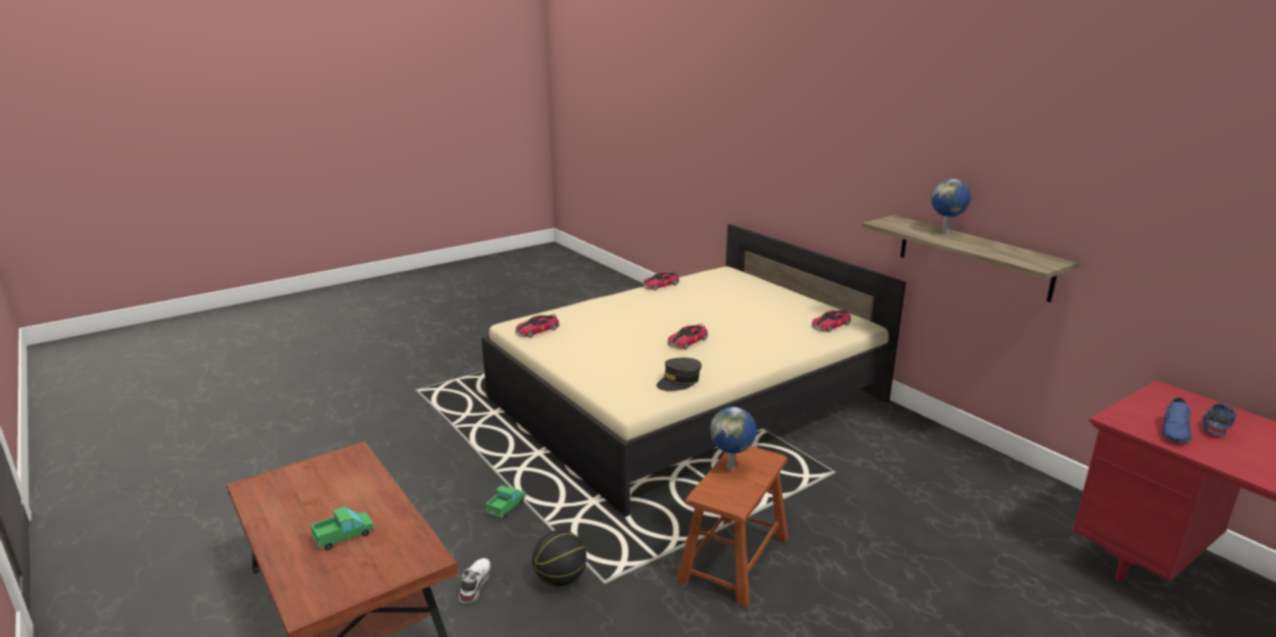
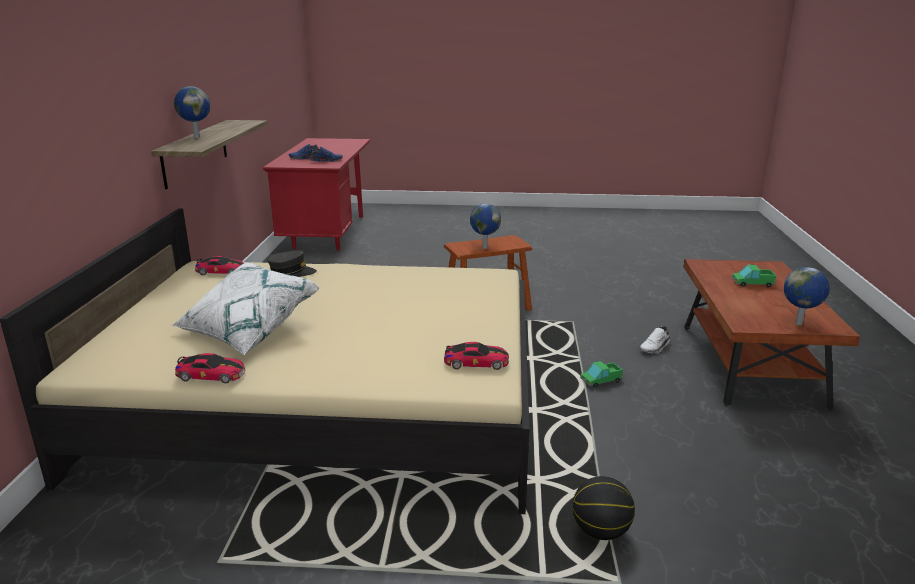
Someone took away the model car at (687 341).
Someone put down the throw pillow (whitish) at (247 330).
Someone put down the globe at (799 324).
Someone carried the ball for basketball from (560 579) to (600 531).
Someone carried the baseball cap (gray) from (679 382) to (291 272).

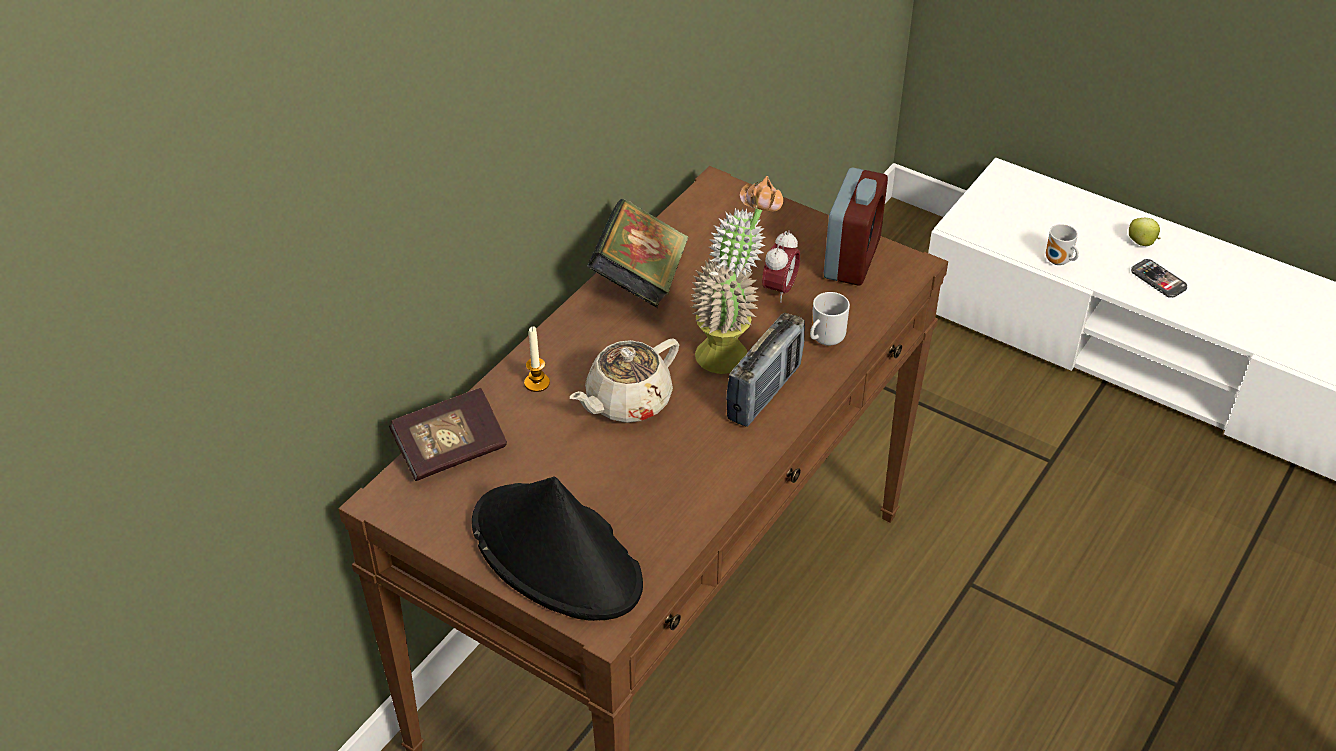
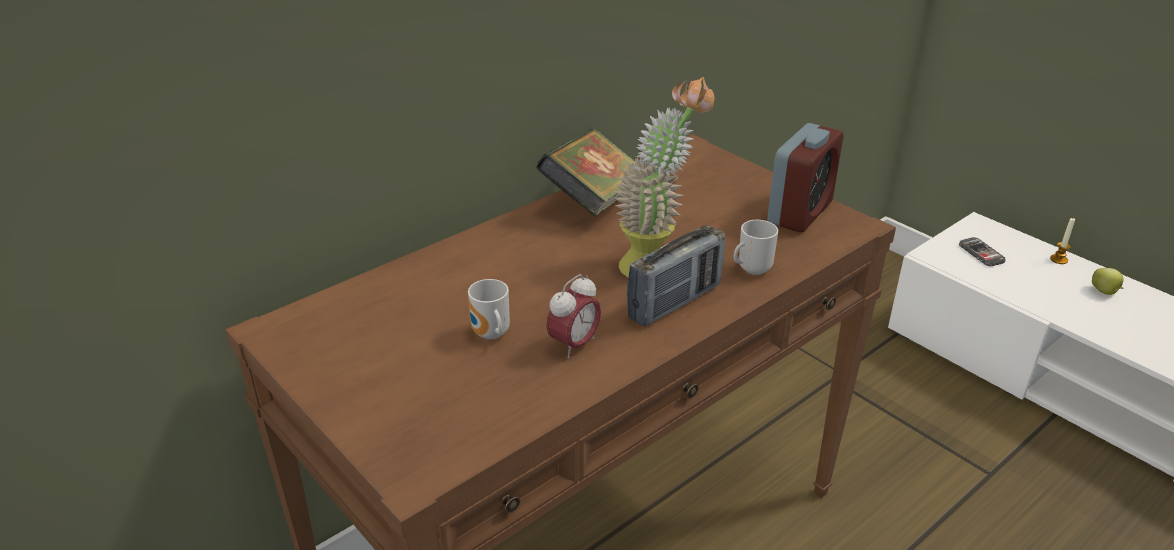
Someone took away the bound book at (450 450).
Someone took away the wearable hat (blackish) at (557 555).
Someone took away the teapot (beige-coloured) at (627 402).
Someone carried the wax light from (537 383) to (1058 259).
Someone carried the alarm clock from (779 290) to (574 345).
Someone carried the mug from (1058 262) to (490 335).
Someone carried the handset from (1158 280) to (981 253).

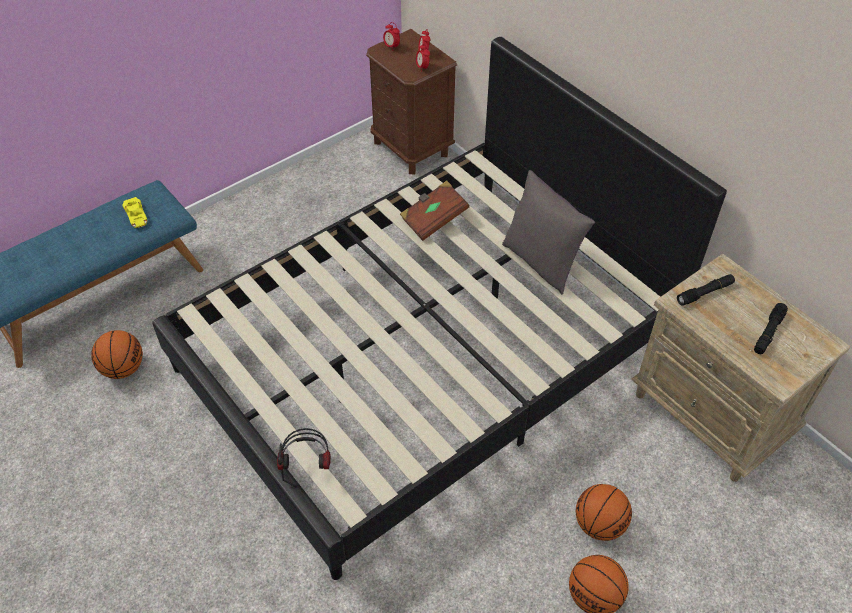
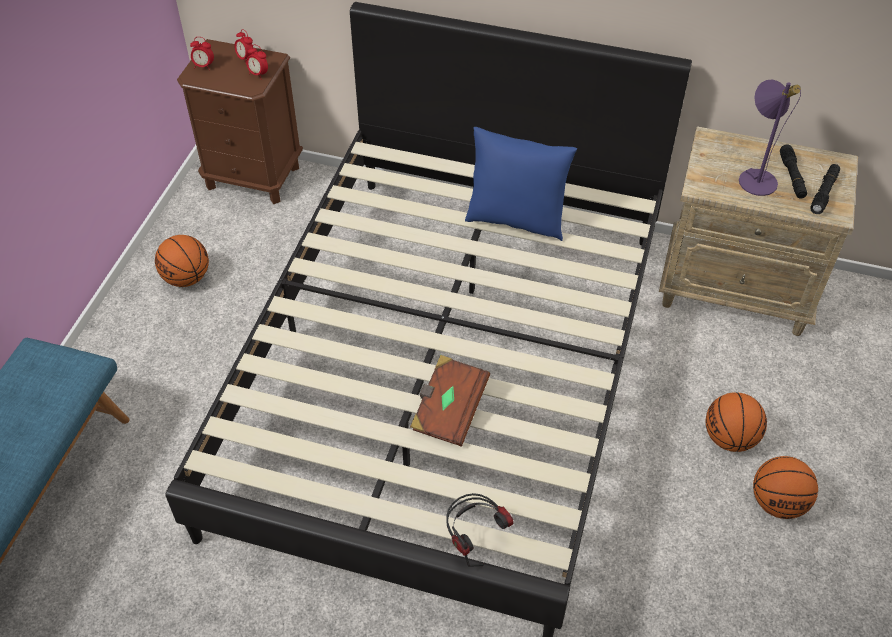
Someone took away the model car (yellow) at (136 216).
Someone put down the lamp for a table (purple) at (756 177).
Someone carried the ball for basketball from (123 368) to (186 278).
Someone carried the bound book (brown-coloured) from (433 219) to (448 410).
Someone carried the hand torch (blackish) from (705 293) to (824 193).
Someone repainted the throw pillow (gray) at (541 262), which became the throw pillow (blue) at (516 220).

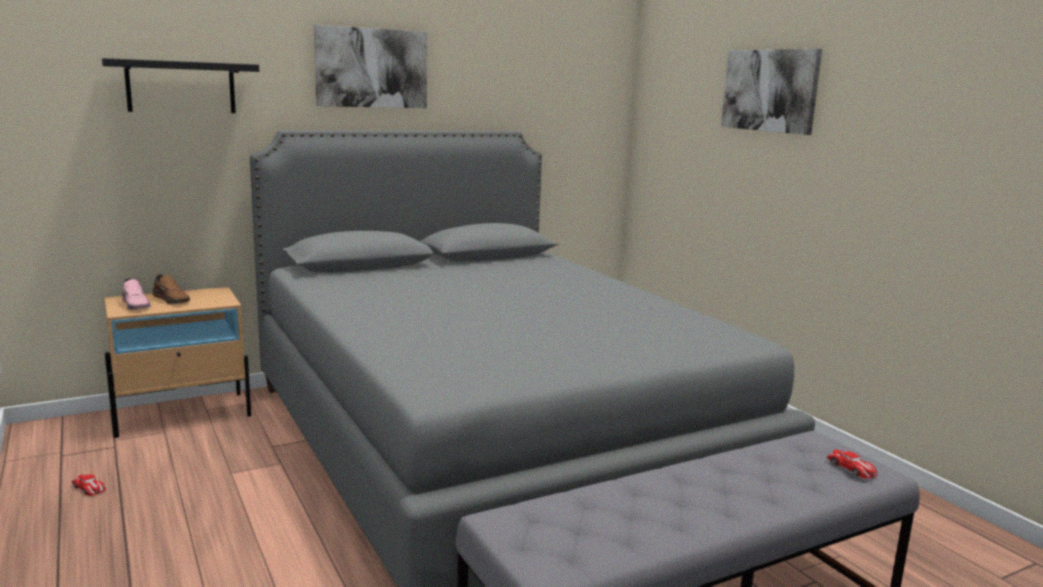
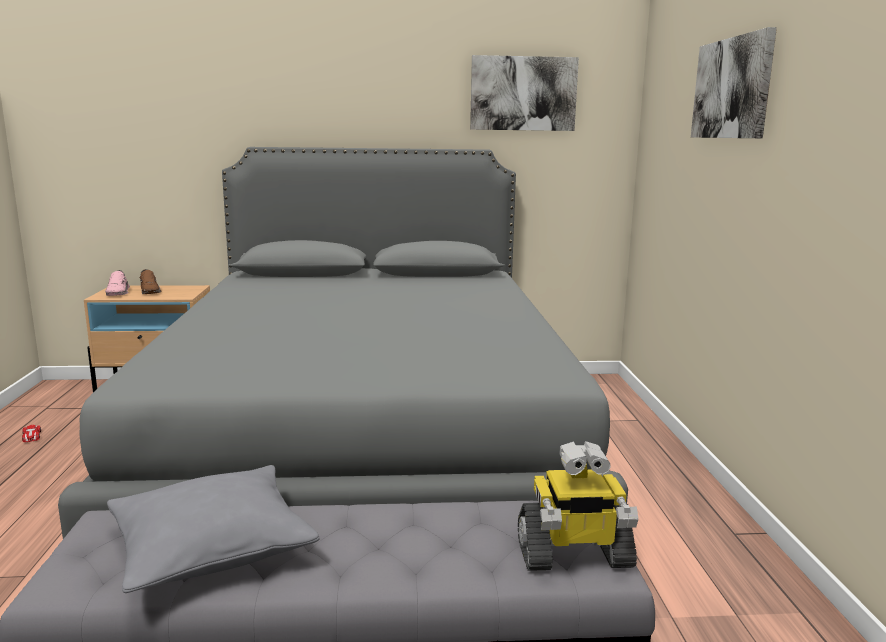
Someone took away the shelf (blackish) at (181 87).
Someone put down the throw pillow (gray) at (212 548).
Someone carried the wall art from (371 68) to (523 93).
Someone swapped the model car at (851 468) for the robot figure at (573 555).

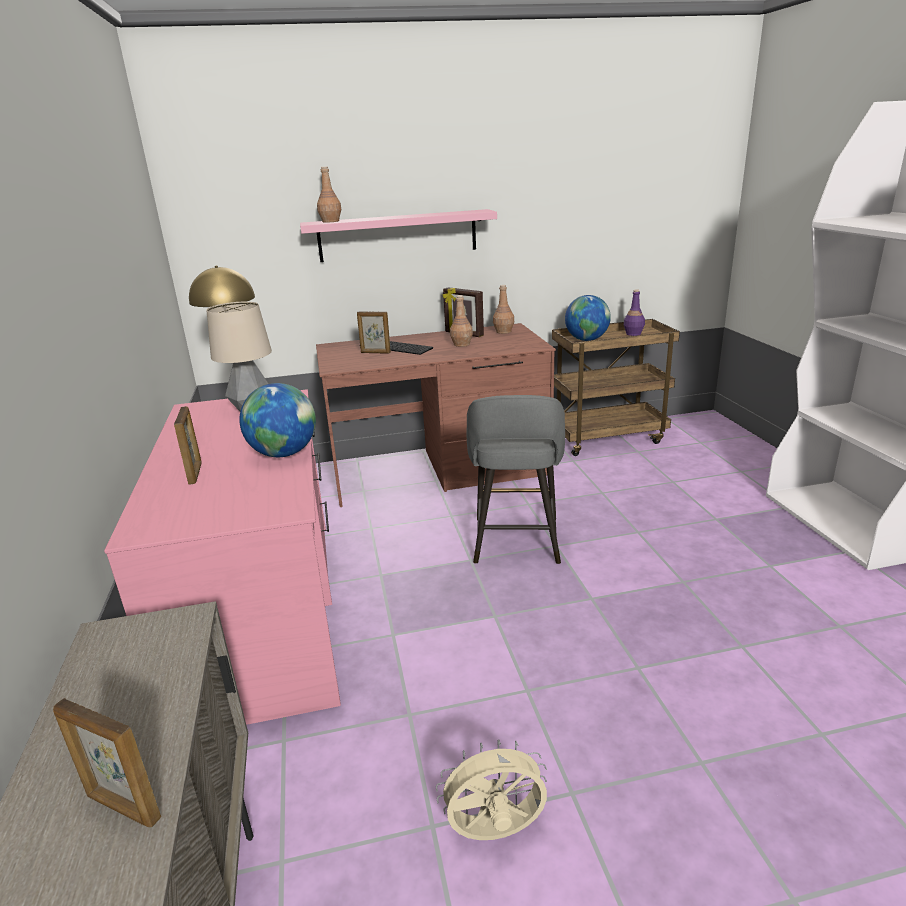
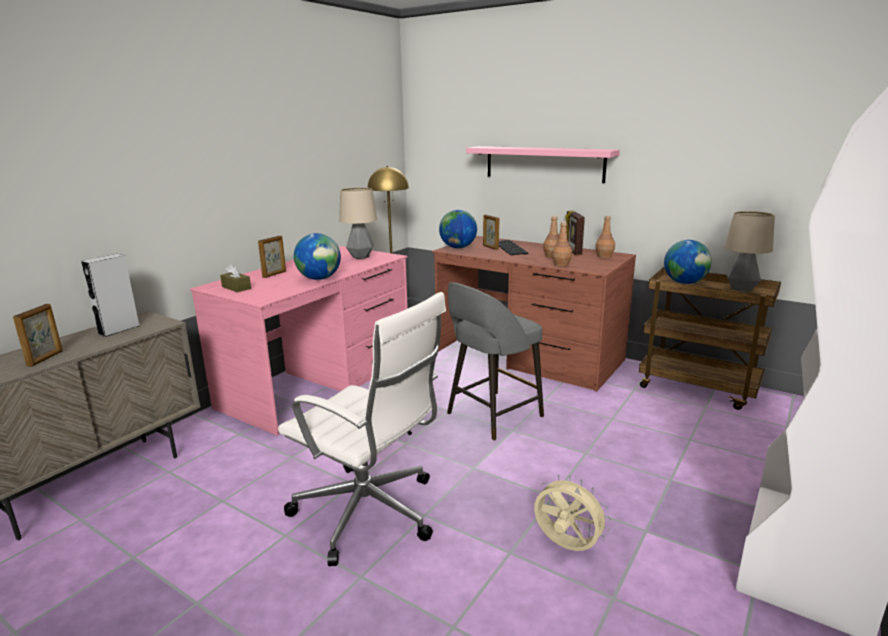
Someone put down the audio speaker (gray) at (119 330).
Someone put down the box of tissues (brown-coloured) at (236 288).
Someone put down the office chair (whitish) at (369 513).
Someone put down the globe at (458 248).
Someone carried the bottle (brown-coloured) from (330 221) to (561 264).
Someone carried the electric fan (beige-coloured) from (495 833) to (565 546).
Someone swapped the bottle (purple) at (633 334) for the lamp for a table at (741 290).
Someone rotated the picture frame at (123 807) by 150 degrees counterclockwise.

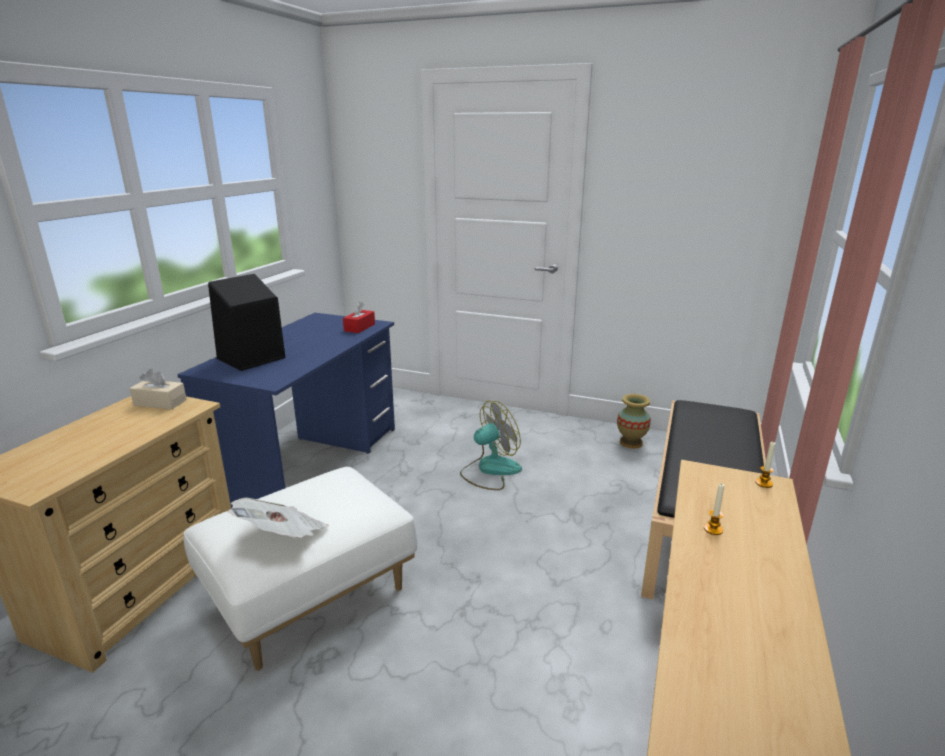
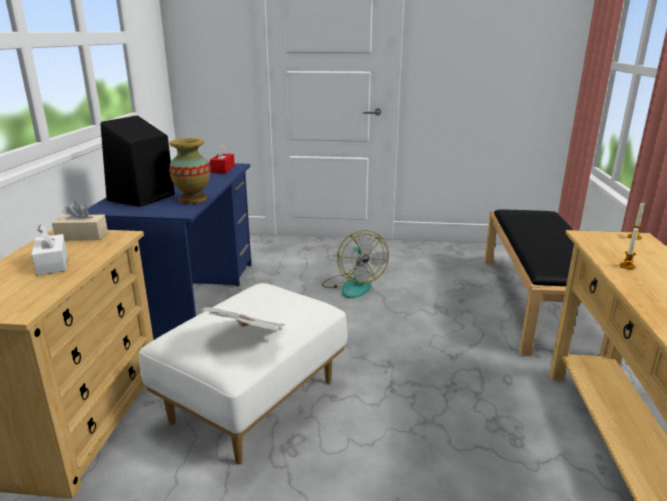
Someone put down the box of tissues (whitish) at (52 263).
Someone carried the flower vase from (631 443) to (193 199).
Someone rotated the electric fan at (490 470) by 120 degrees clockwise.

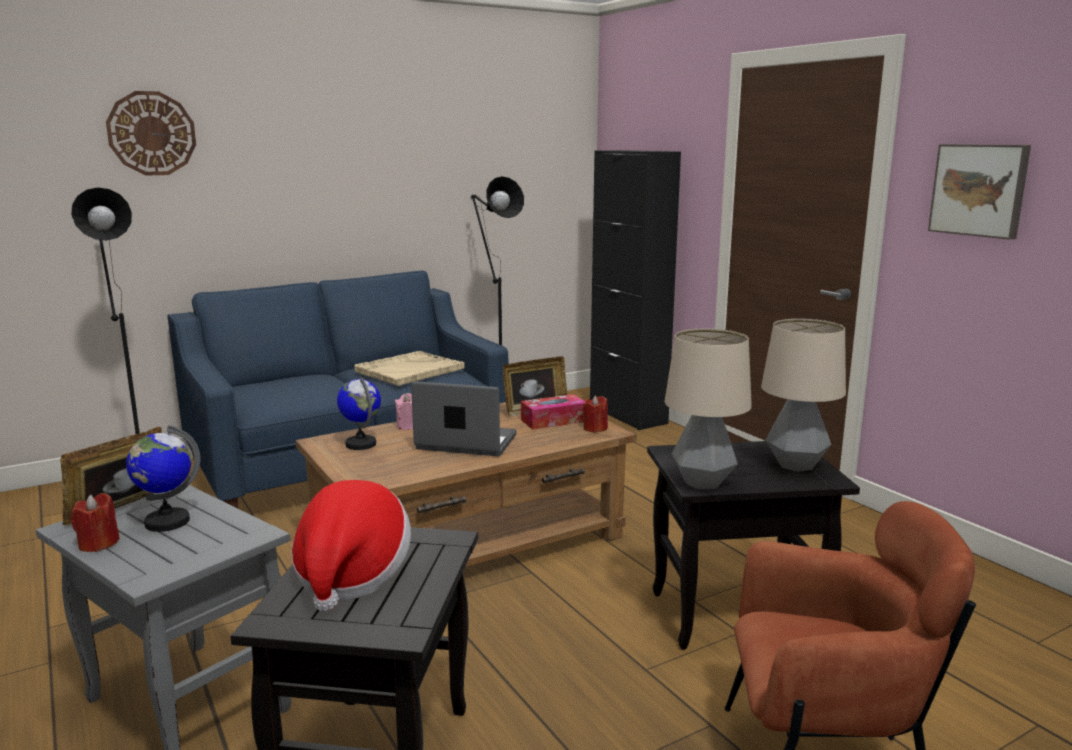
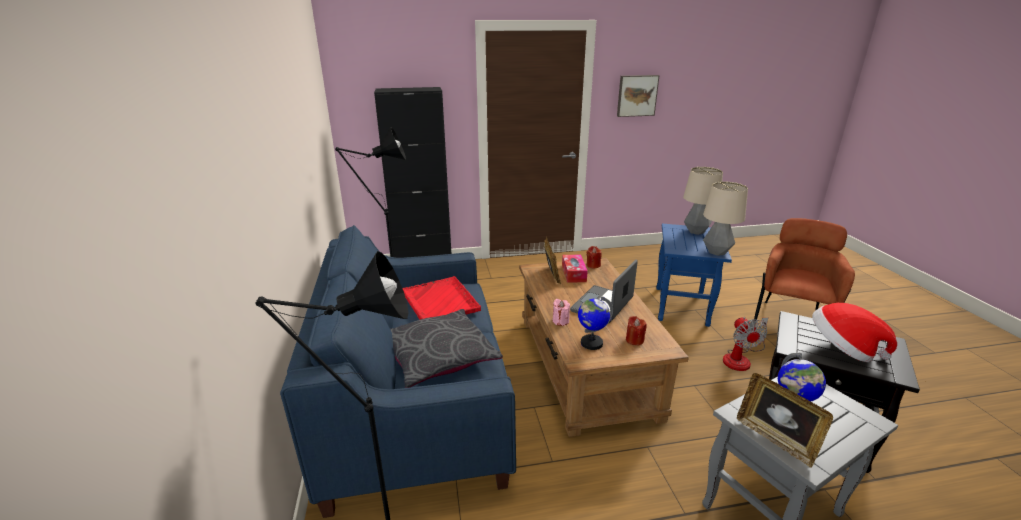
Someone took away the wall clock at (152 133).
Someone put down the throw pillow (gray) at (438 356).
Someone put down the electric fan at (741 358).
Someone carried the wax light (red-coloured) from (98 544) to (634 340).
Someone repainted the serving tray (beige-coloured) at (408 370), which became the serving tray (red-coloured) at (440 301).
Someone repainted the accent table (blackish) at (733 616), which became the accent table (blue) at (682 307).

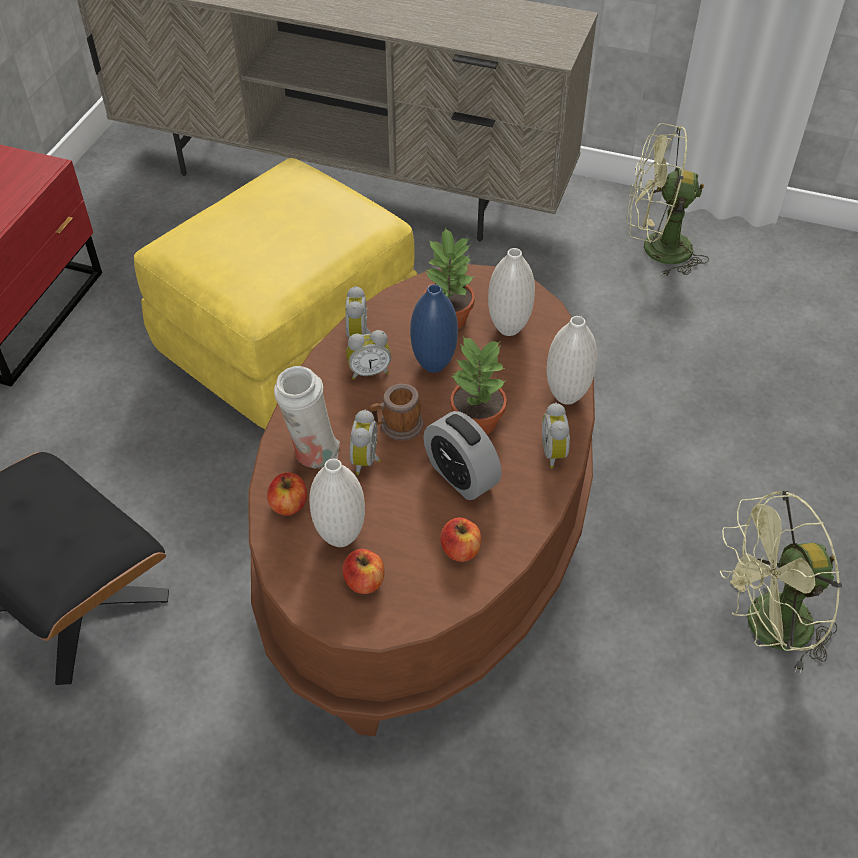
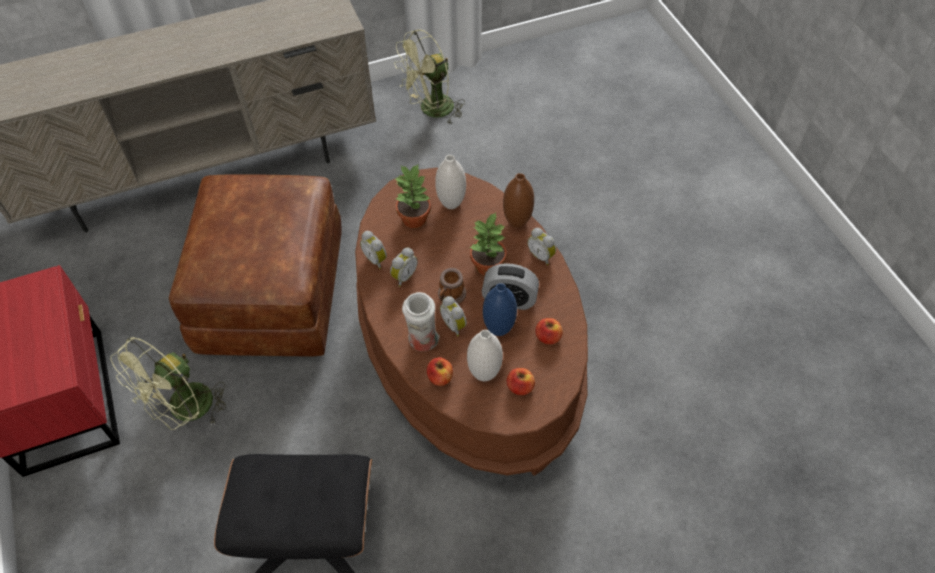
Someone carried the flower vase (blue) from (433 364) to (499 329).
Someone carried the electric fan (greenish) from (766 628) to (185 411).
Someone repainted the ottoman (yellow) at (287 339), which became the ottoman (brown-coloured) at (273 294).
Someone repainted the flower vase (whitish) at (566 396), which became the flower vase (brown-coloured) at (517 222).

